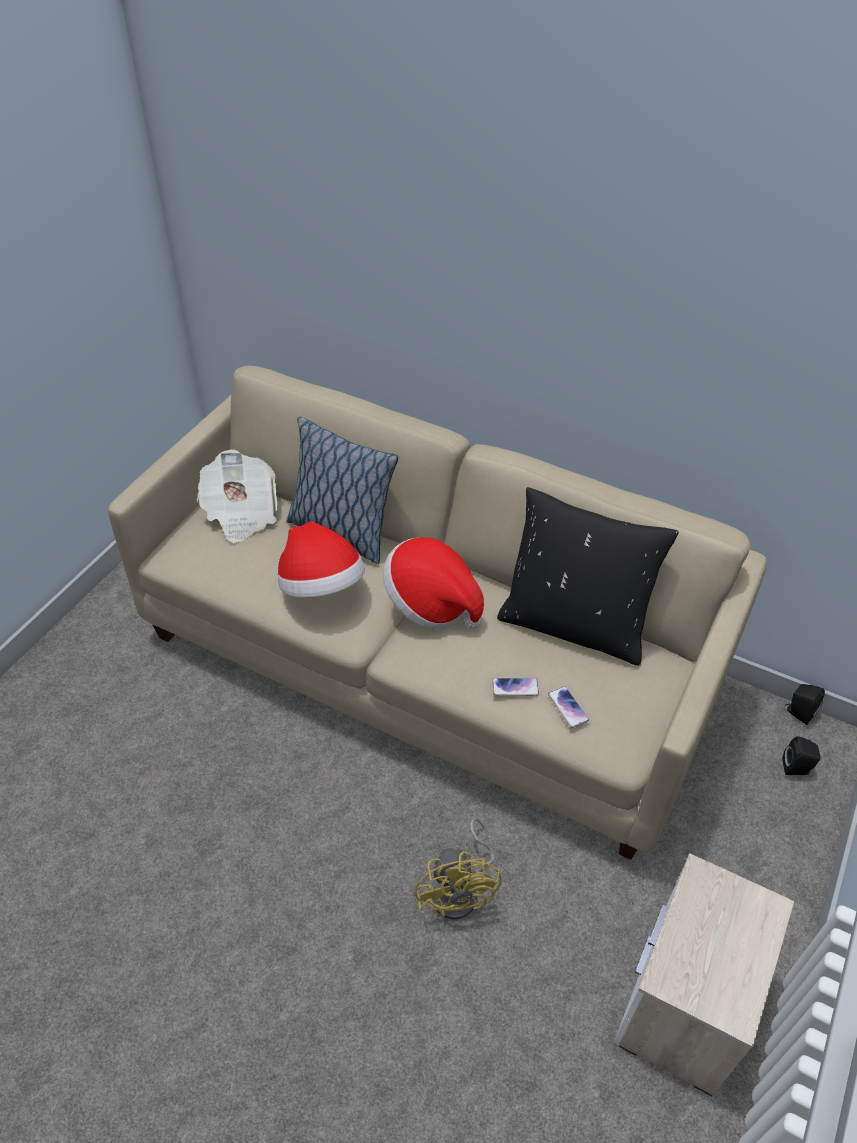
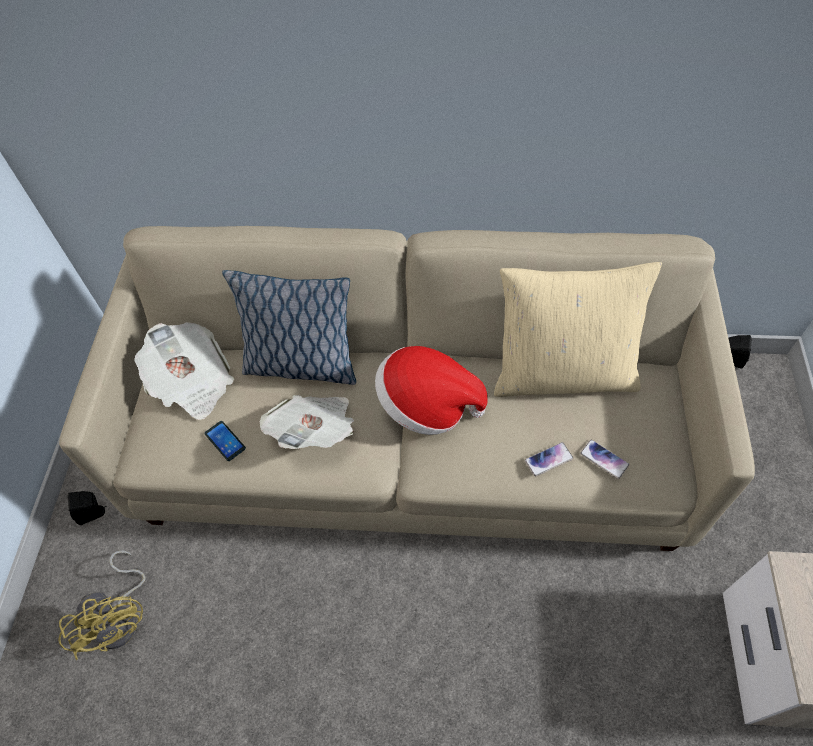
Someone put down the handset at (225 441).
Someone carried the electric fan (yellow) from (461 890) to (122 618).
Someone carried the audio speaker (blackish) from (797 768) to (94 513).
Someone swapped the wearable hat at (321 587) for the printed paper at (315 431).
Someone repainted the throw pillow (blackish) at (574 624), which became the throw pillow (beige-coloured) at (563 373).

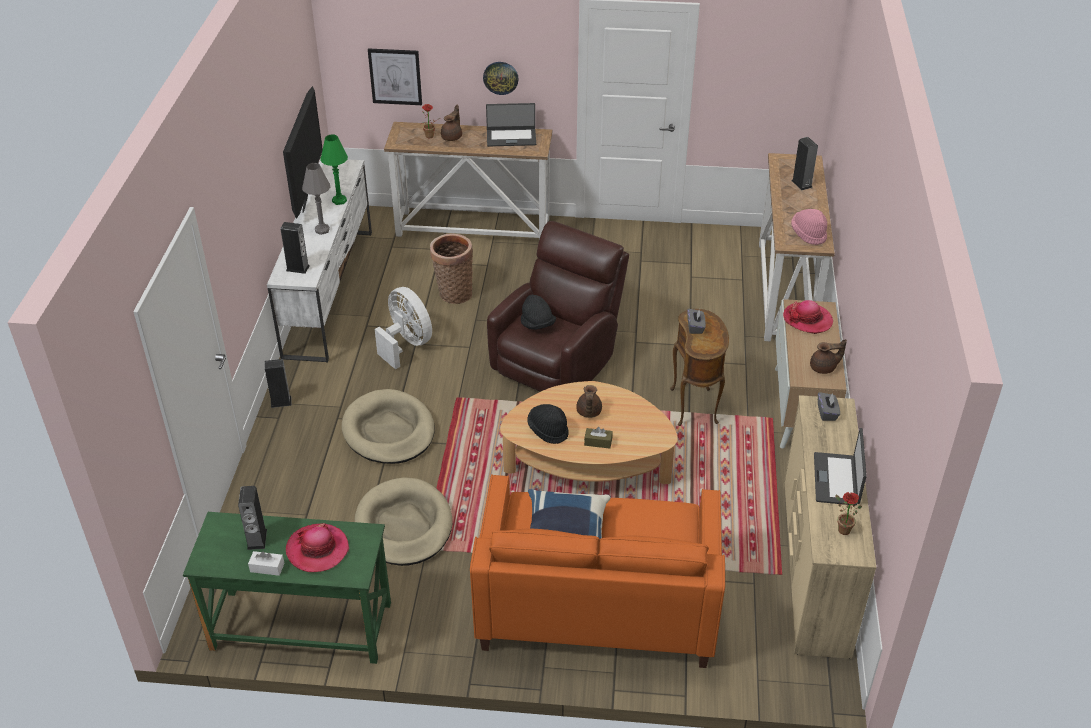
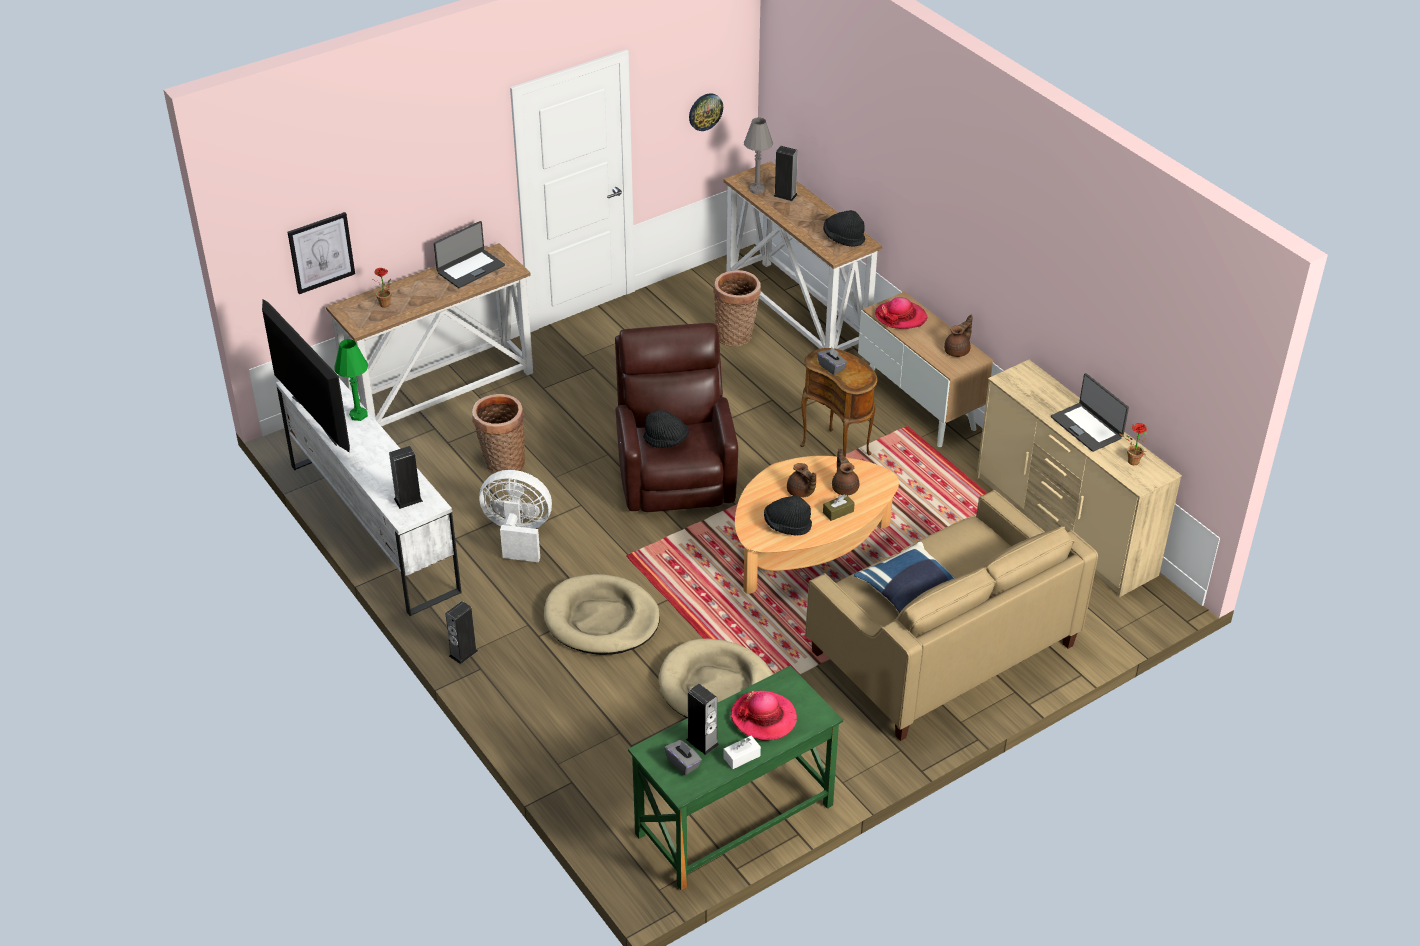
Someone put down the storage basket at (736 336).
Someone carried the lamp for a table (gray) from (322 230) to (757 189).
Someone carried the teapot (brown-coloured) from (452 137) to (845 487).
Someone carried the wall clock from (500 77) to (705 111).
Someone carried the box of tissues (gray) from (827 413) to (683 763).
Someone repainted the sofa (orangey) at (597 601), which became the sofa (beige-coloured) at (942 649).
Someone repainted the wearable hat (pink) at (808 234), which became the wearable hat (blackish) at (843 238).

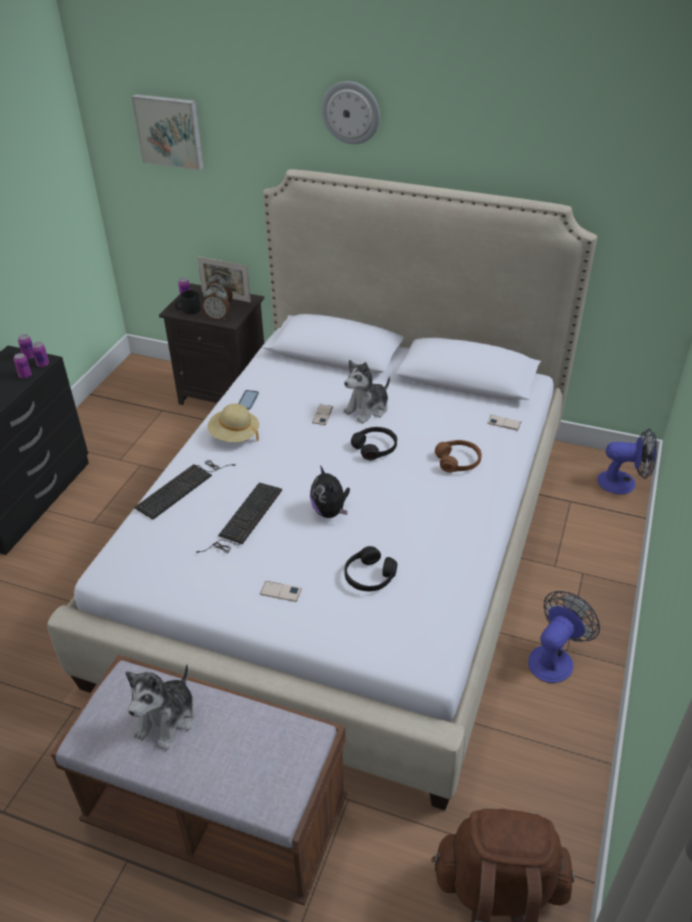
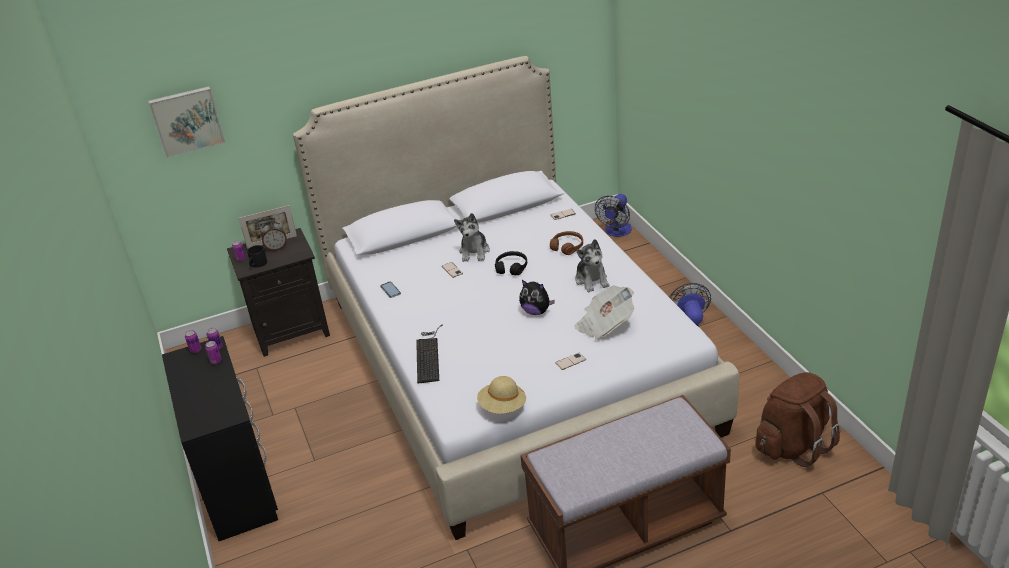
Someone took away the keyboard at (244 519).
Someone took away the alarm clock at (217 318).
Someone took away the wall clock at (351 112).
Someone carried the plush toy from (167 719) to (591 280).
Someone carried the wearable hat (beige-coloured) from (234 435) to (502 407).
Someone swapped the headset (blackish) at (369 576) for the printed paper at (604 325).
Someone rotated the electric fan at (623 483) by 150 degrees clockwise.

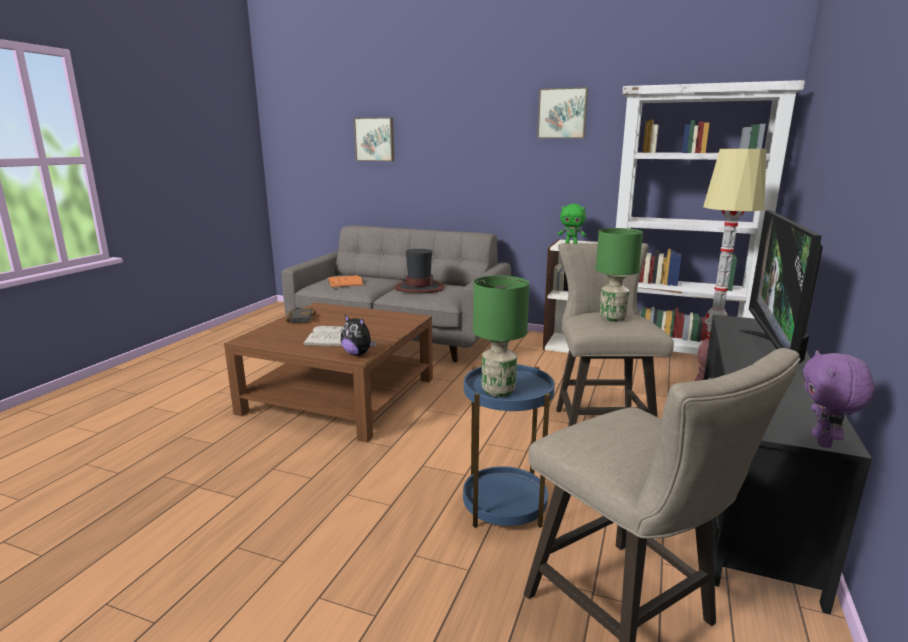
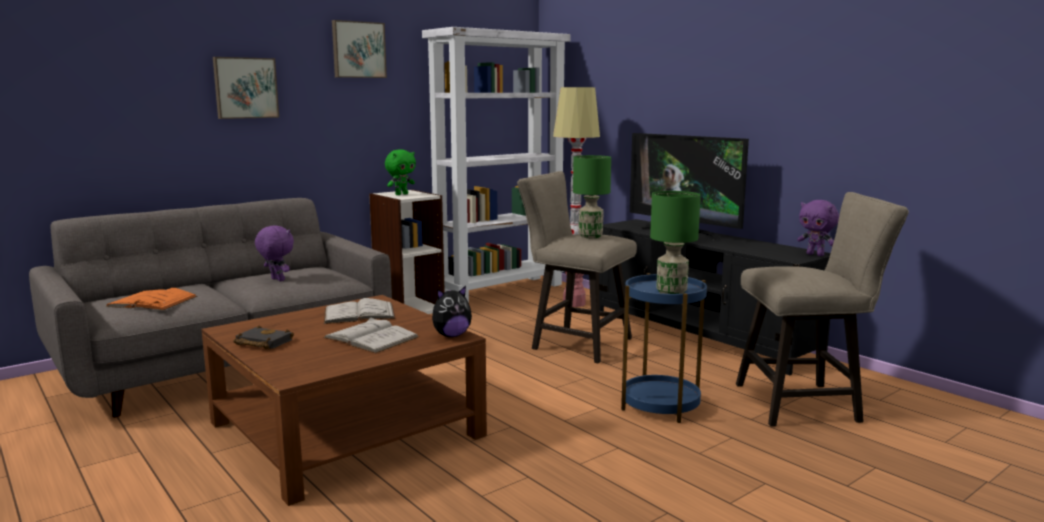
Someone put down the bound book (whitish) at (359 313).
Someone carried the wall art from (375 139) to (245 88).
Someone swapped the wearable hat at (419 288) for the plush toy (purple) at (276 280).

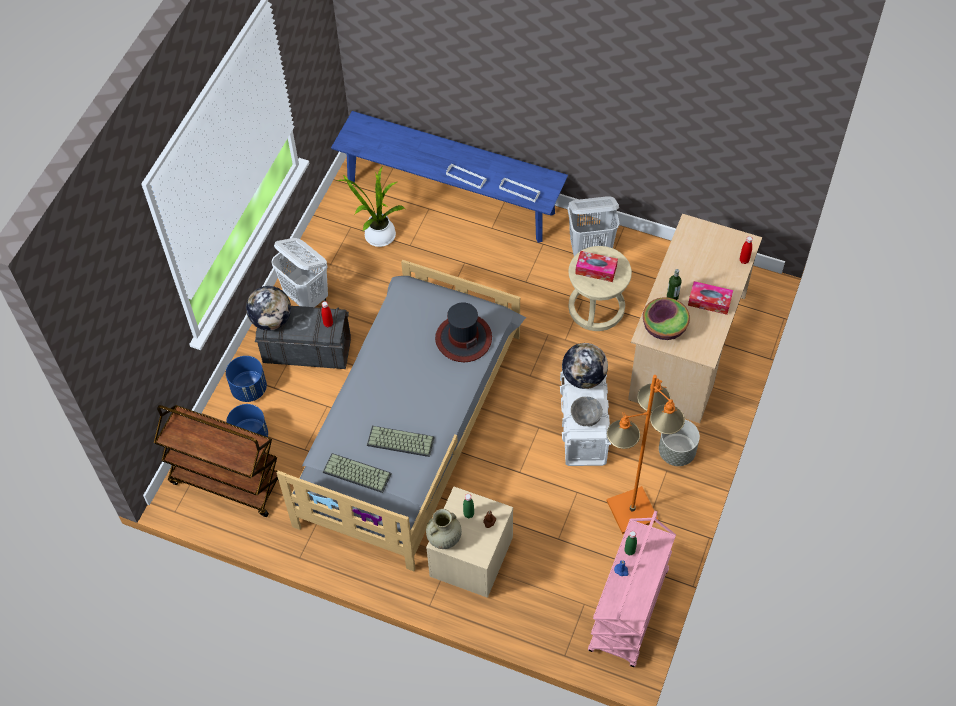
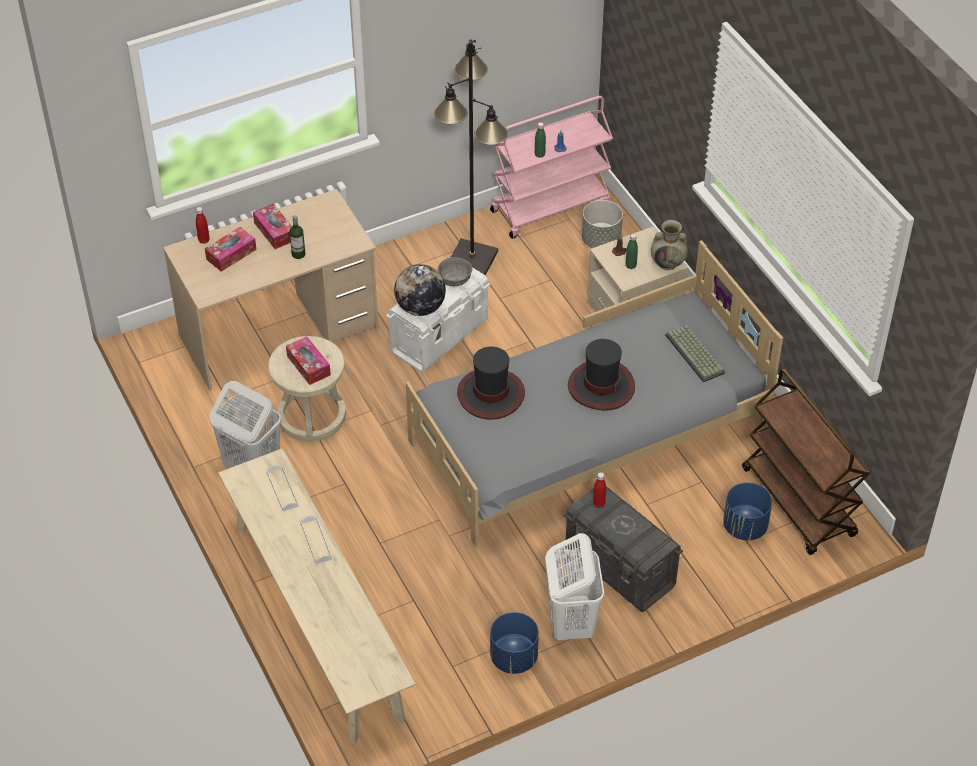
Someone took away the globe at (271 320).
Someone took away the plant in a pot at (377 235).
Someone took away the keyboard at (399 442).
Someone took away the deep dish at (664 327).
Someone put down the box of tissues at (231 254).
Someone put down the wearable hat at (600 386).
Someone carried the flower pot (blue) from (249 388) to (513 658).
Someone carried the flower pot (gray) from (676 452) to (601 240).
Someone repainted the indoor bench (blue) at (450 197), which became the indoor bench (beige-coloured) at (317 620).
Someone repainted the standard lamp (orangey) at (631 511), which became the standard lamp (blackish) at (473 259).

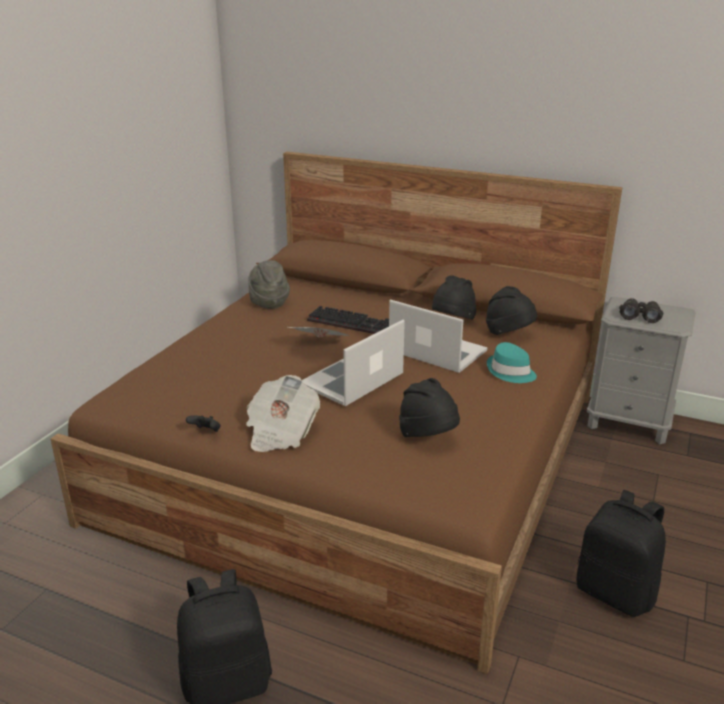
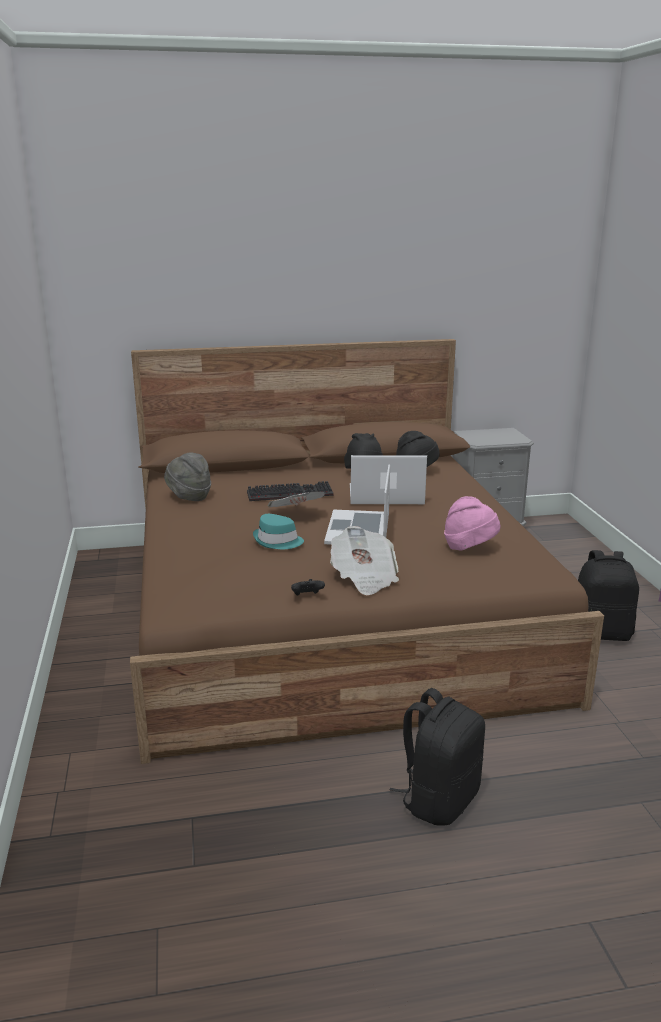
Someone took away the binoculars (blackish) at (639 316).
Someone carried the wearable hat (blue-green) from (510 372) to (277 541).
Someone repainted the wearable hat (blackish) at (428 437), which became the wearable hat (pink) at (469 548).

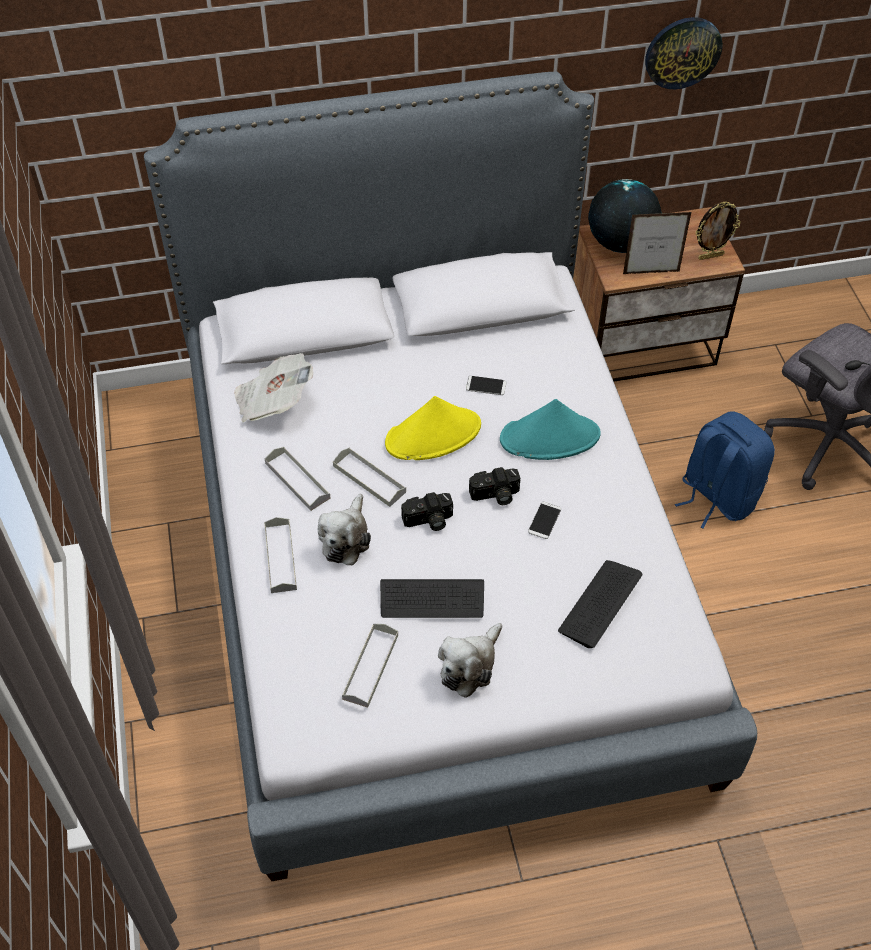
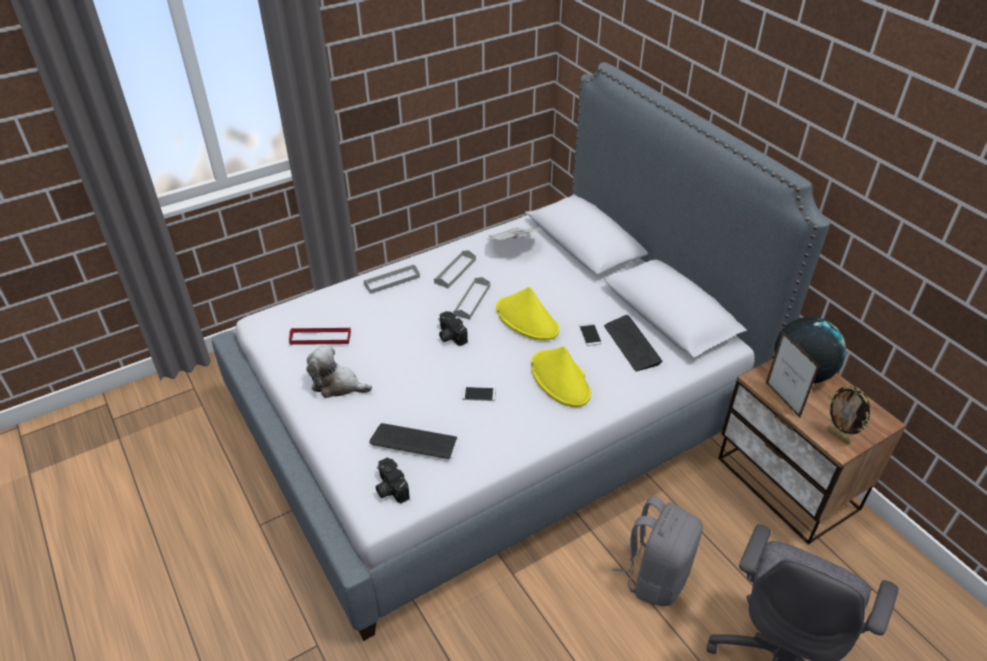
Someone took away the plush toy at (346 538).
Someone took away the wall clock at (682 52).
Someone carried the keyboard from (432 600) to (632 344).
Someone carried the still camera from (495 495) to (389 488).
Someone repainted the serving tray (gray) at (370 667), which became the serving tray (red-coloured) at (320 338).
Someone repainted the wearable hat (blue-green) at (550 437), which became the wearable hat (yellow) at (560 379).
Someone repainted the rucksack (blue) at (717 496), which became the rucksack (gray) at (655 575).

